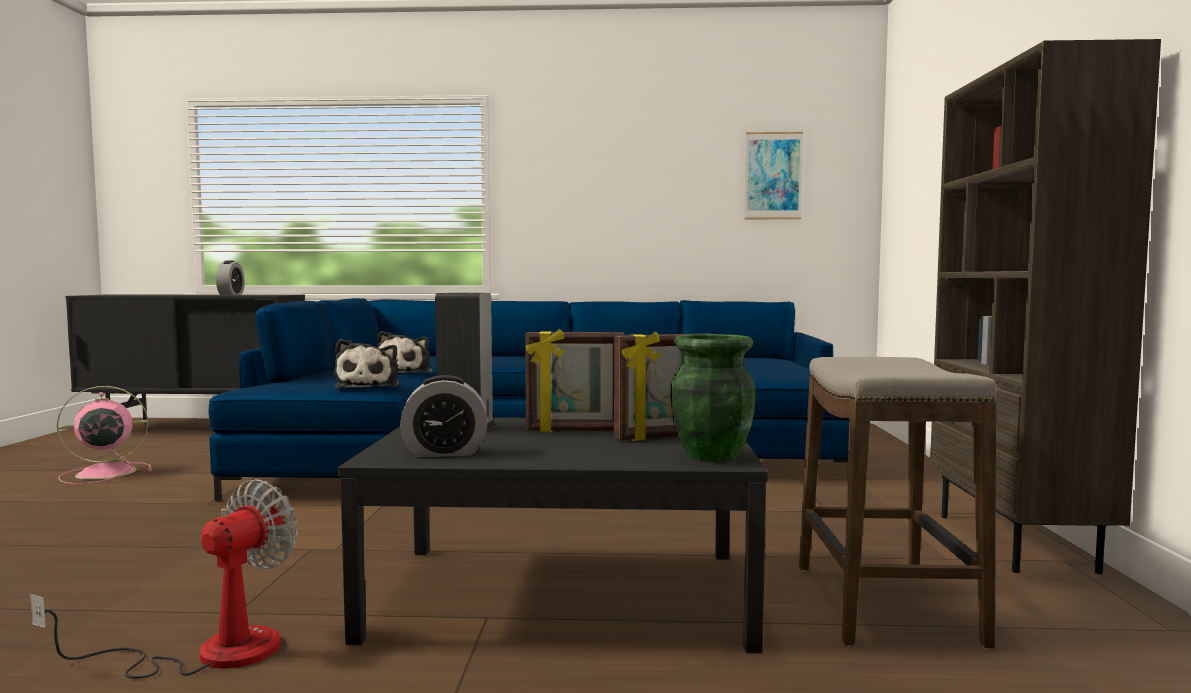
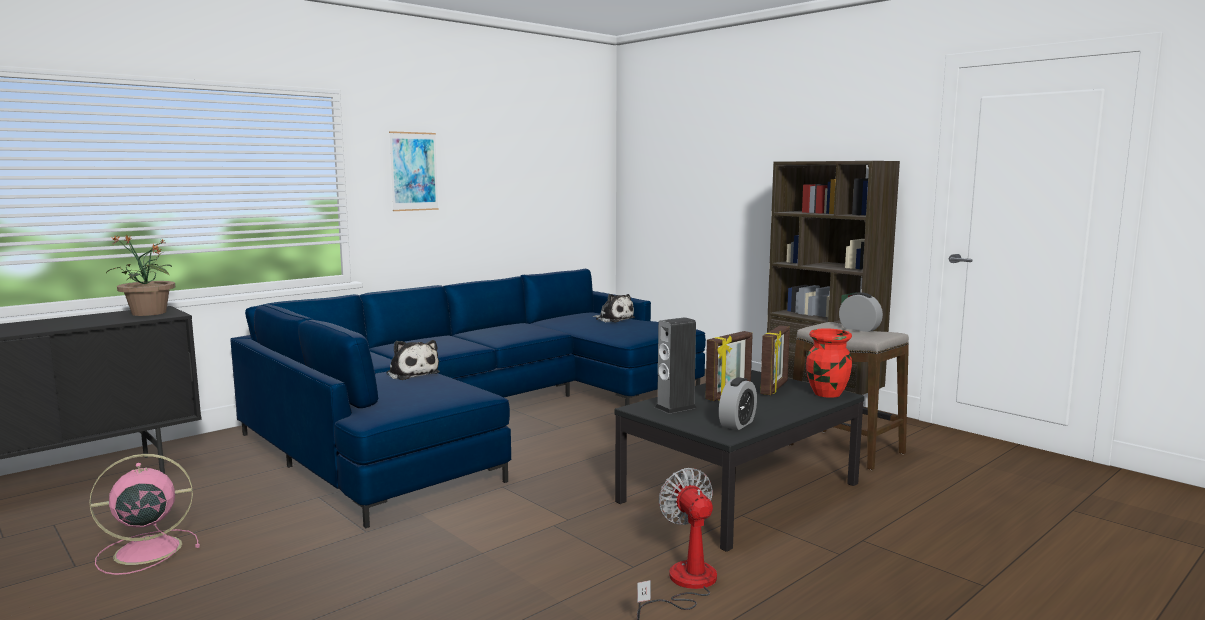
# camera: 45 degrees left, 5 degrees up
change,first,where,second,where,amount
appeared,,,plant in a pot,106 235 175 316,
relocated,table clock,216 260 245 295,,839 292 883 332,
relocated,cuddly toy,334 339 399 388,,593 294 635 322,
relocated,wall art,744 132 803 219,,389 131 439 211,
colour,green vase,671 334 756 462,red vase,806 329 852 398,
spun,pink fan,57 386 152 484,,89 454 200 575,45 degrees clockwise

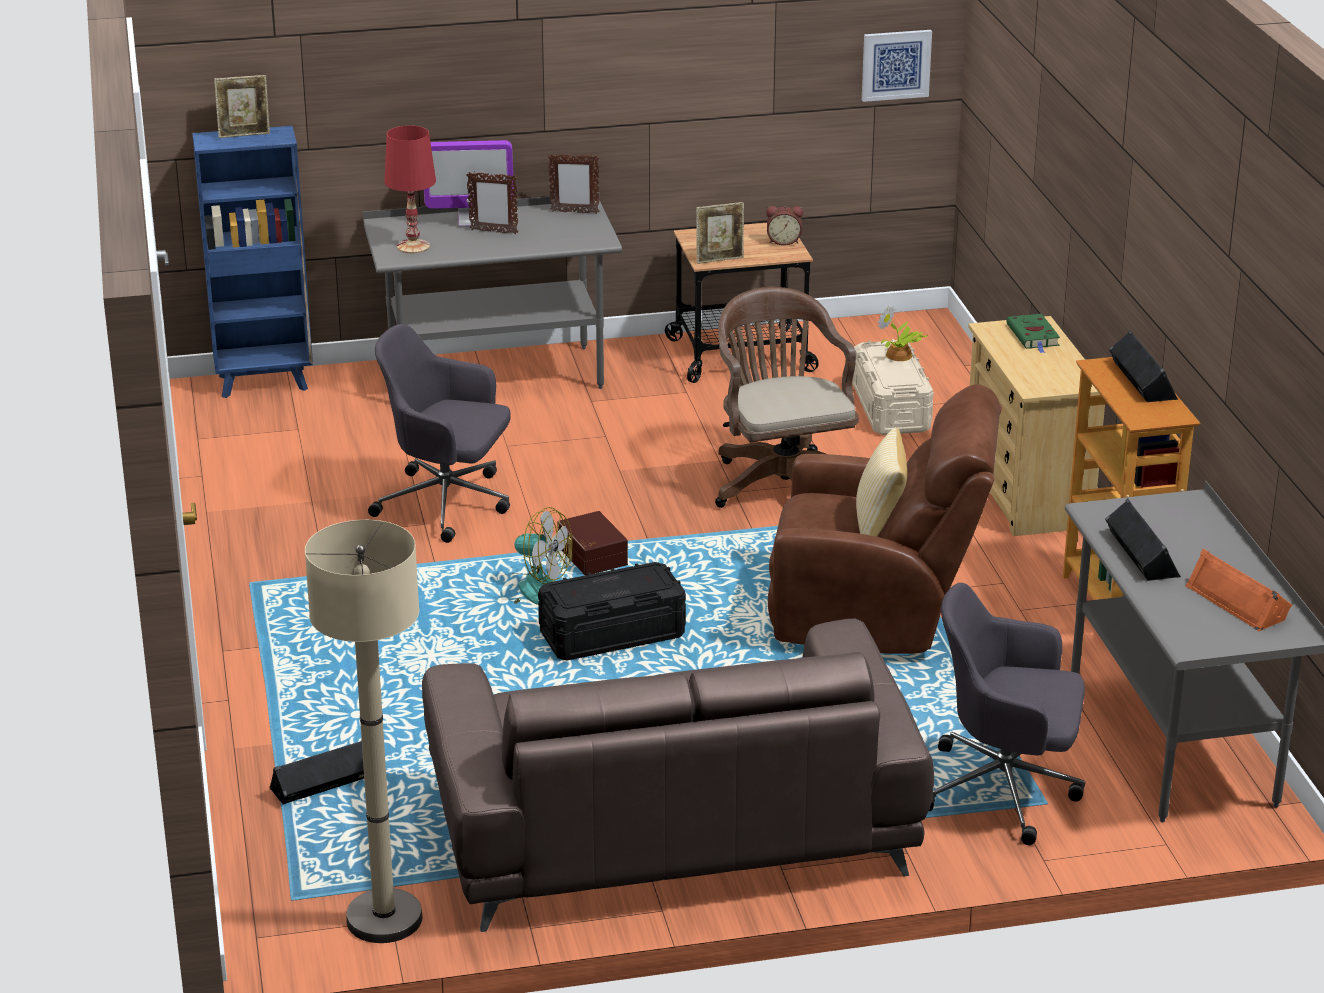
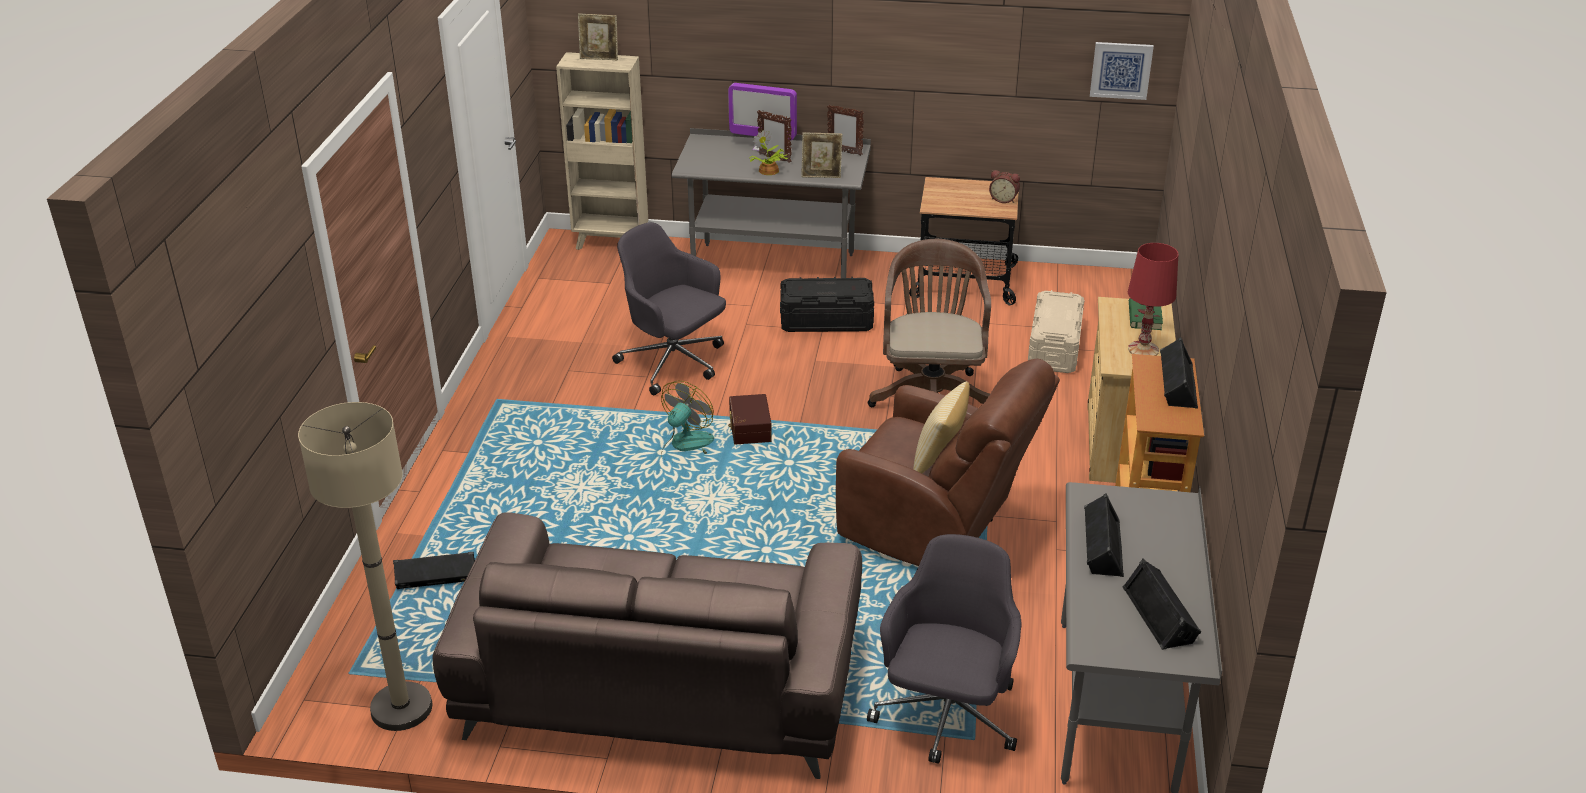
# camera: 20 degrees right, 5 degrees up
change,first,where,second,where,amount
relocated,red lamp for a table,384 125 436 254,,1128 243 1178 356,
relocated,black-coloured storage container,538 562 686 660,,780 277 874 332,
relocated,picture frame,696 202 744 264,,801 132 843 178,
relocated,plant in a pot,878 306 927 361,,748 130 789 175,
colour,blue-coloured shelving unit,192 126 313 398,sand-coloured shelving unit,556 52 648 250,
colour,orange loudspeaker,1186 549 1292 631,black-coloured loudspeaker,1123 559 1201 650,
spun,fan,500 507 573 605,,661 381 714 459,105 degrees counterclockwise
spun,grey computer chair,929 583 1085 845,,867 534 1022 764,75 degrees clockwise

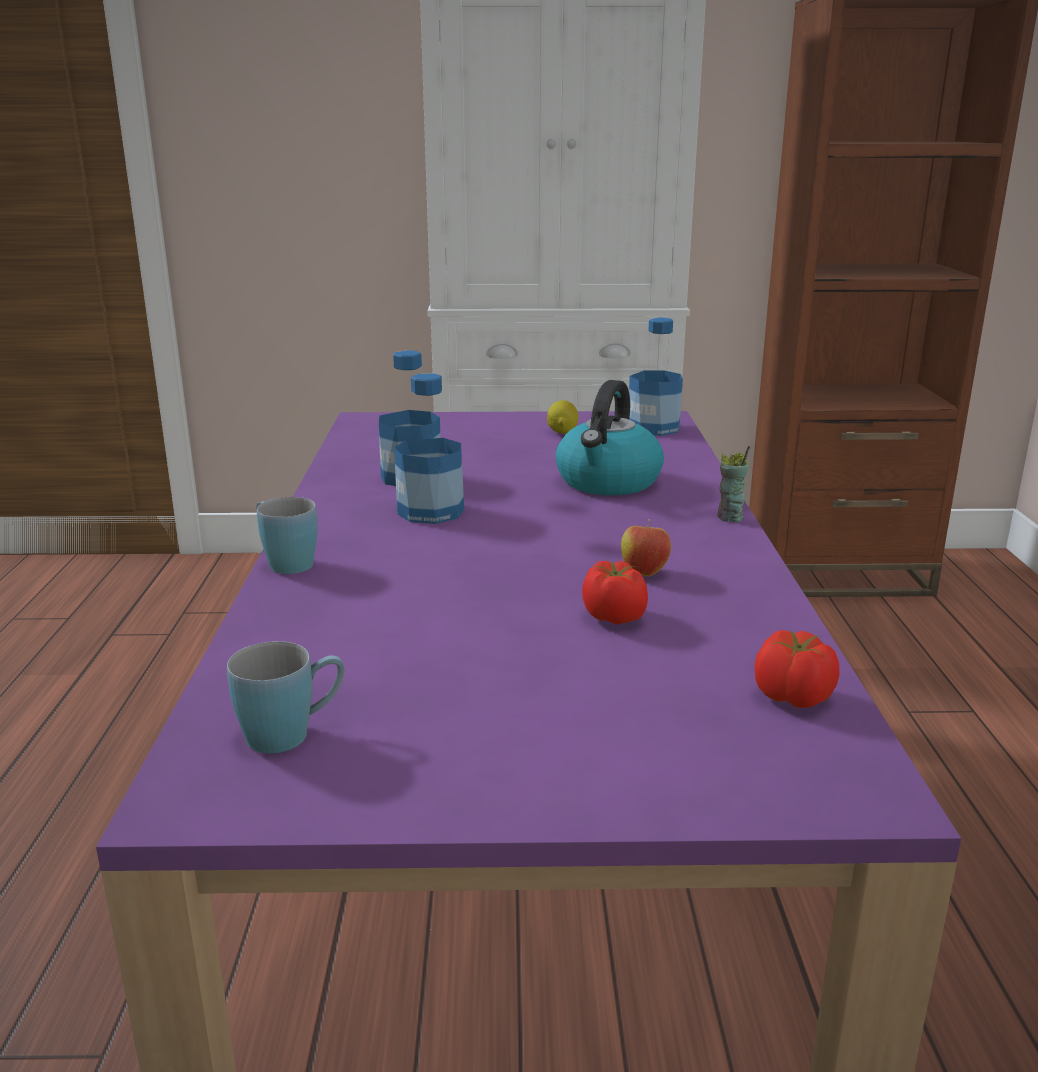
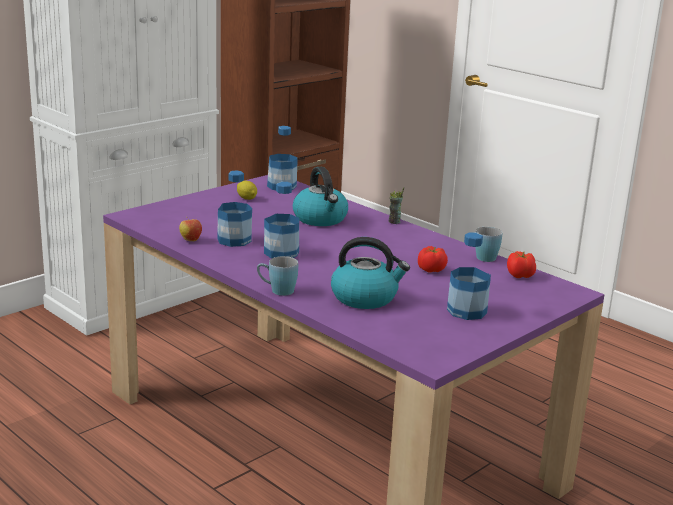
# camera: 45 degrees left, 0 degrees up
change,first,where,second,where,amount
appeared,,,tea kettle,331 237 410 309,
appeared,,,drink bottle,447 232 491 320,
relocated,blue-coloured tea mug,227 641 345 754,,475 227 502 262,
relocated,apple,621 519 671 577,,179 217 202 241,

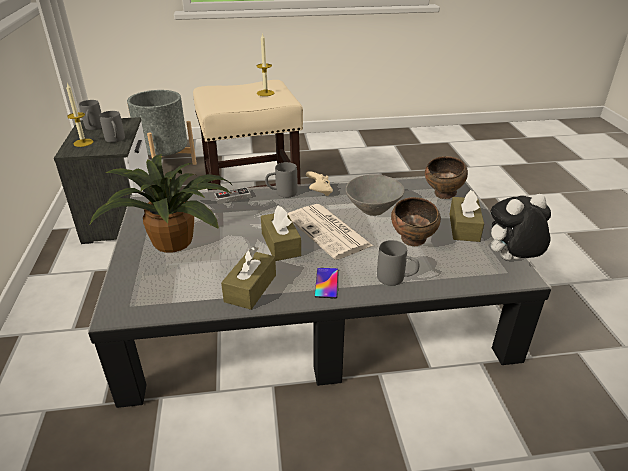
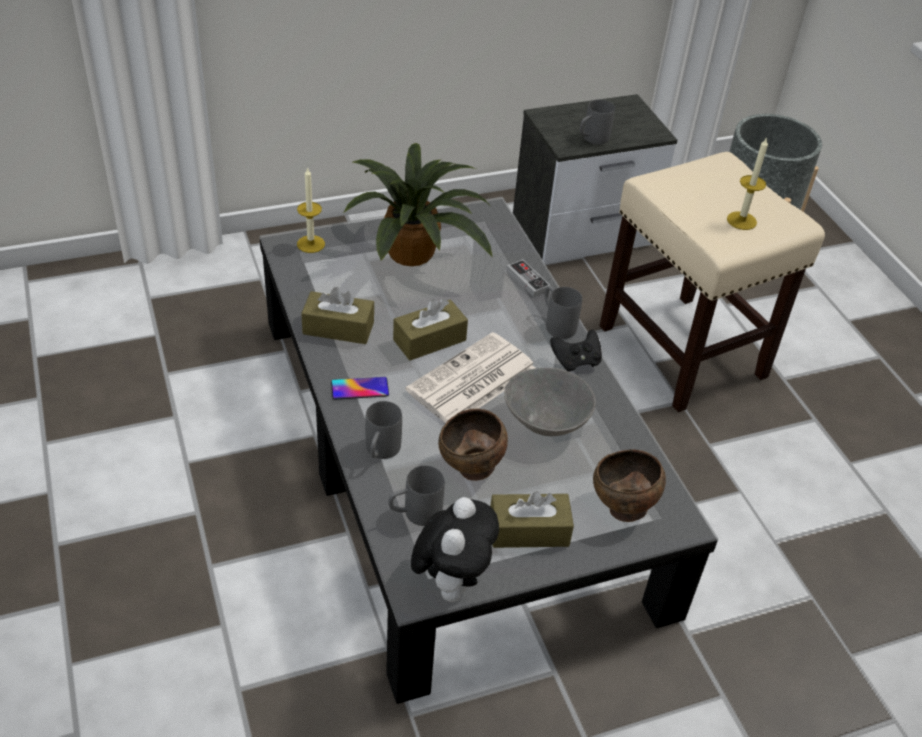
# camera: 75 degrees right, 10 degrees up
change,first,where,second,where,amount
relocated,wax light,66 83 93 147,,297 167 325 253,
relocated,grey tea mug,79 100 102 130,,388 465 445 526,
colour,sand-coloured joypad,306 171 333 196,black-coloured joypad,550 329 602 372,
spun,cuddly toy,485 194 551 260,,411 497 499 602,45 degrees clockwise

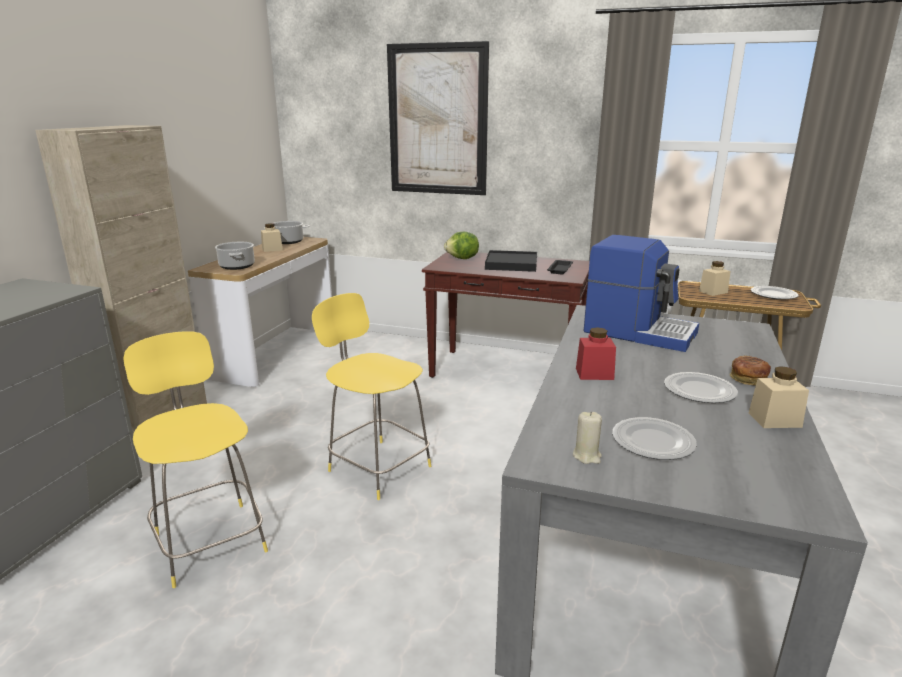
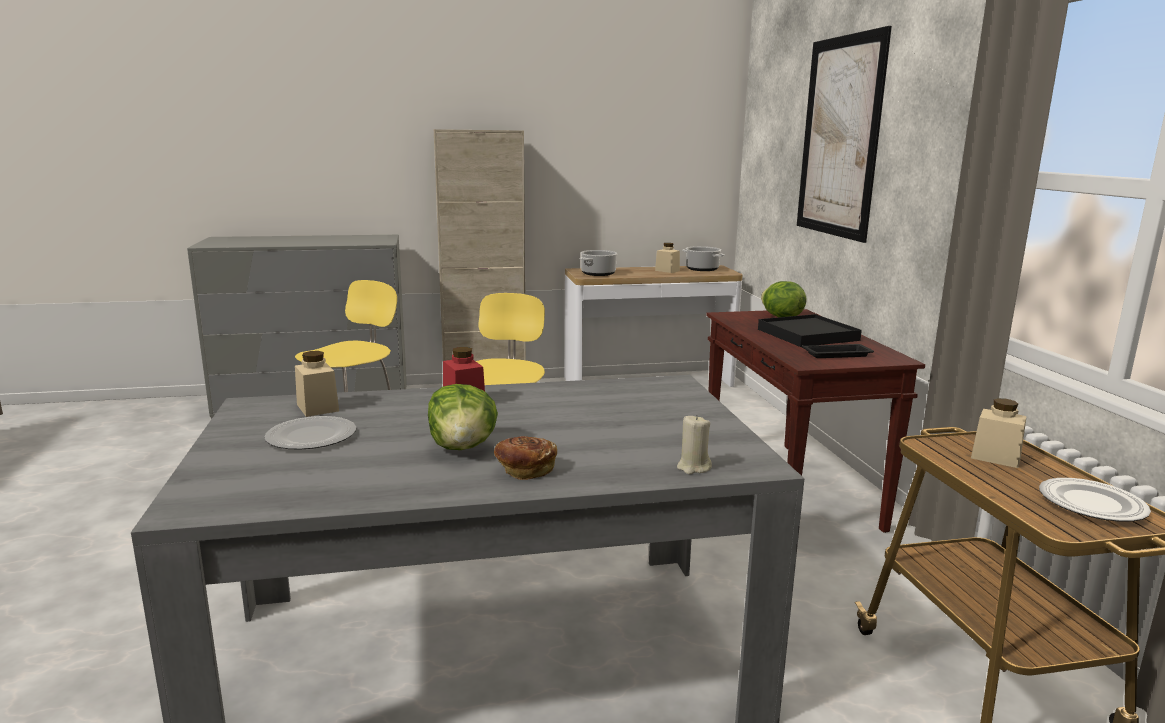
# camera: 60 degrees right, 5 degrees down
change,first,where,second,where,amount
missing,coffee maker,584 235 699 352,,,
relocated,sand-coloured wax light,573 411 602 464,,677 415 712 474,
relocated,sand-coloured jar,749 366 809 428,,295 351 339 417,
exchanged,plate,664 372 738 403,lettuce,428 384 498 450,

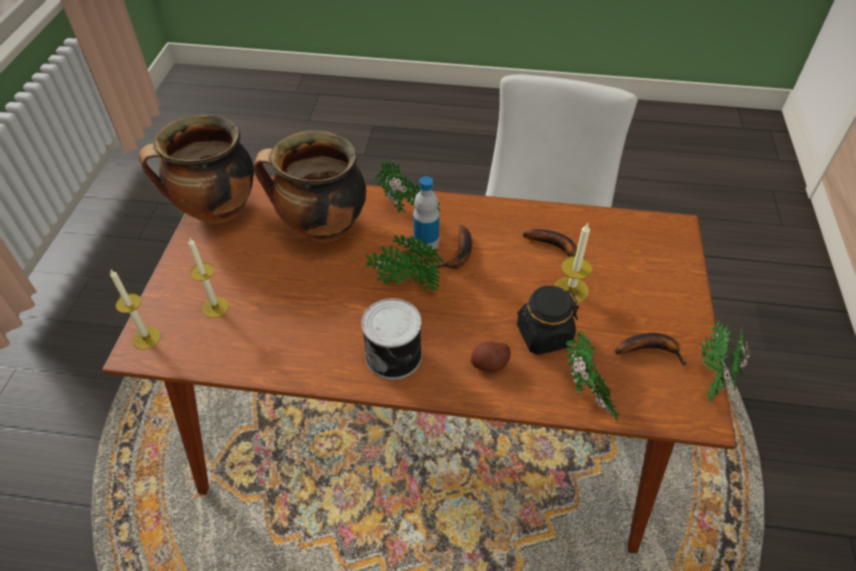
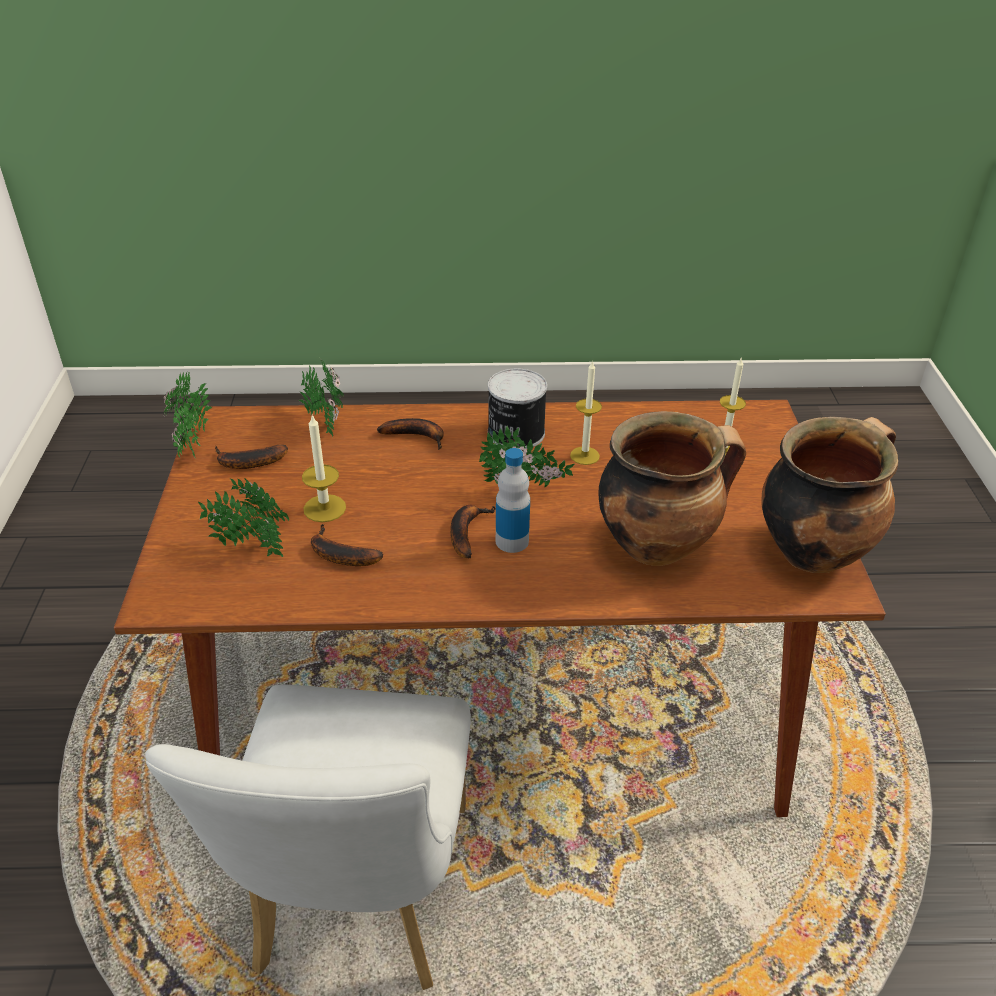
# camera: 170 degrees right, 10 degrees down
change,first,where,second,where,amount
missing,black-coloured jar,517 286 579 355,,,
relocated,wax light,110 270 161 350,,570 360 602 465,
relocated,plant in a pot,375 160 441 213,,198 479 289 557,
exchanged,potato,471 341 511 372,banana fruit,377 418 444 450,

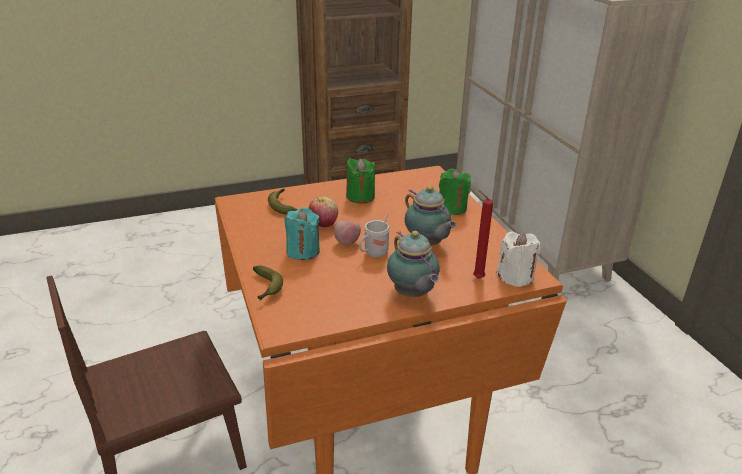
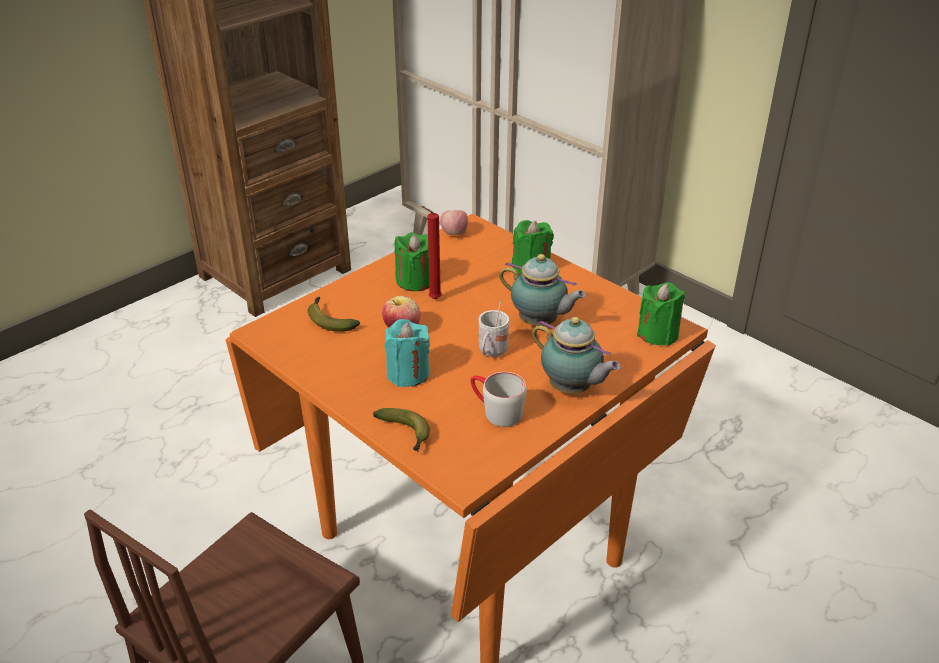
# camera: 25 degrees left, 5 degrees up
change,first,where,second,where,amount
appeared,,,grey tea mug,471 372 527 427,
relocated,apple,334 220 361 245,,440 210 468 235,
relocated,red wax light,473 190 493 279,,421 206 442 299,
colour,white-coloured wax light,497 232 541 287,green wax light,637 282 685 346,

